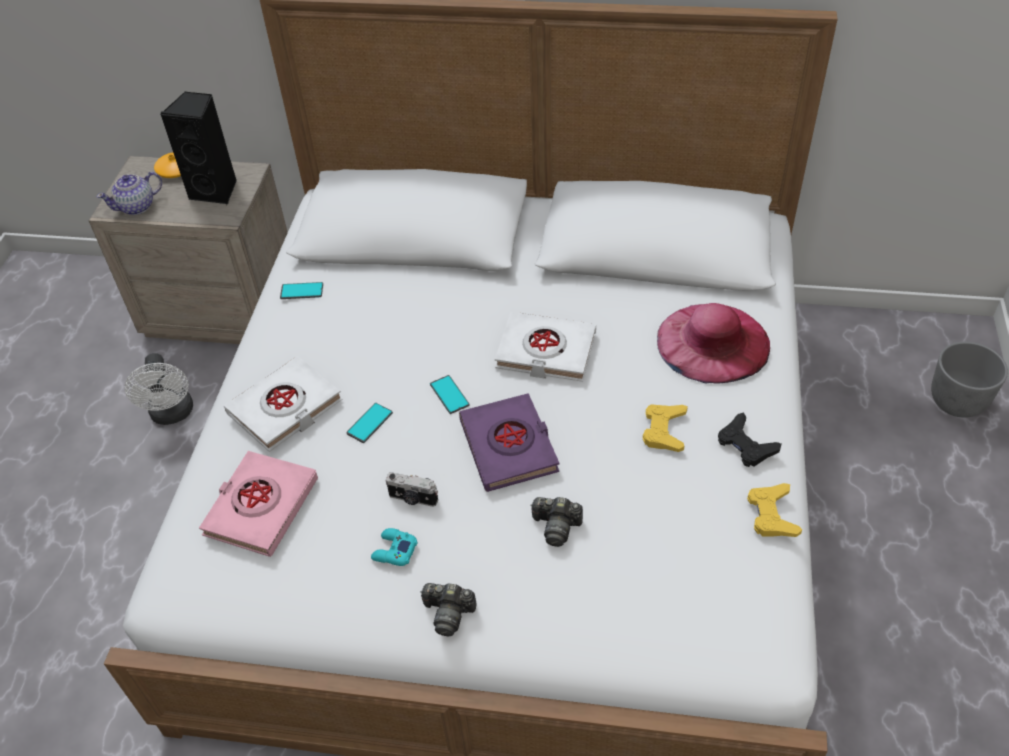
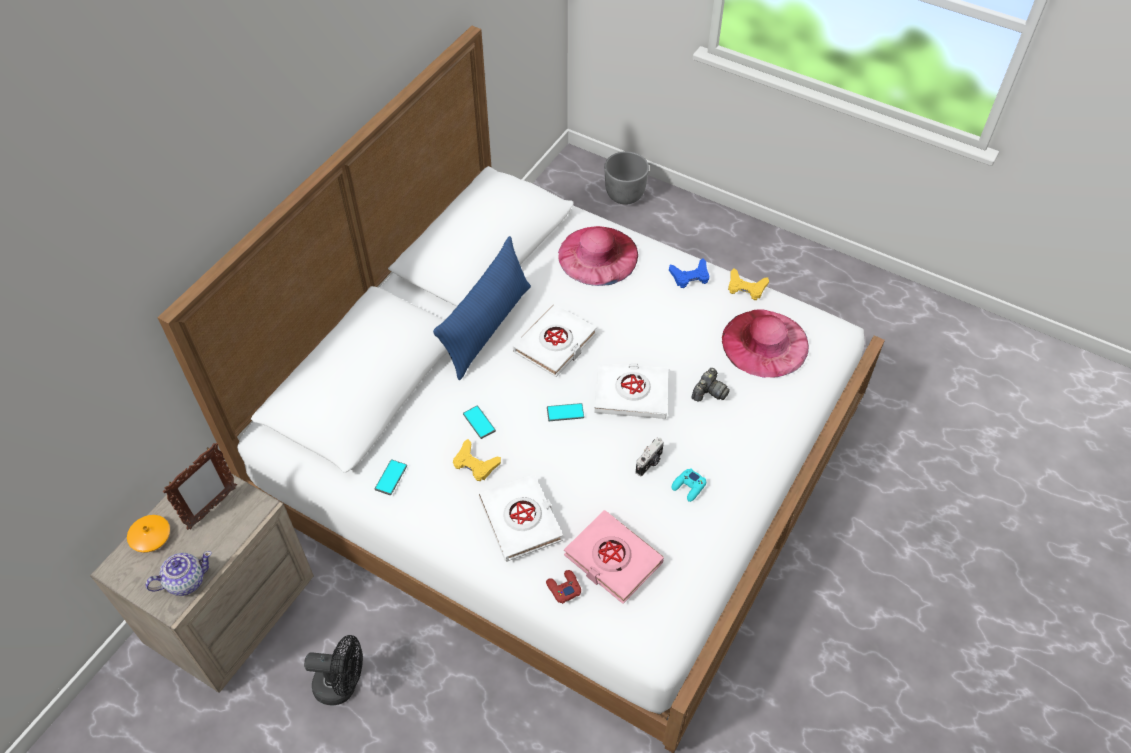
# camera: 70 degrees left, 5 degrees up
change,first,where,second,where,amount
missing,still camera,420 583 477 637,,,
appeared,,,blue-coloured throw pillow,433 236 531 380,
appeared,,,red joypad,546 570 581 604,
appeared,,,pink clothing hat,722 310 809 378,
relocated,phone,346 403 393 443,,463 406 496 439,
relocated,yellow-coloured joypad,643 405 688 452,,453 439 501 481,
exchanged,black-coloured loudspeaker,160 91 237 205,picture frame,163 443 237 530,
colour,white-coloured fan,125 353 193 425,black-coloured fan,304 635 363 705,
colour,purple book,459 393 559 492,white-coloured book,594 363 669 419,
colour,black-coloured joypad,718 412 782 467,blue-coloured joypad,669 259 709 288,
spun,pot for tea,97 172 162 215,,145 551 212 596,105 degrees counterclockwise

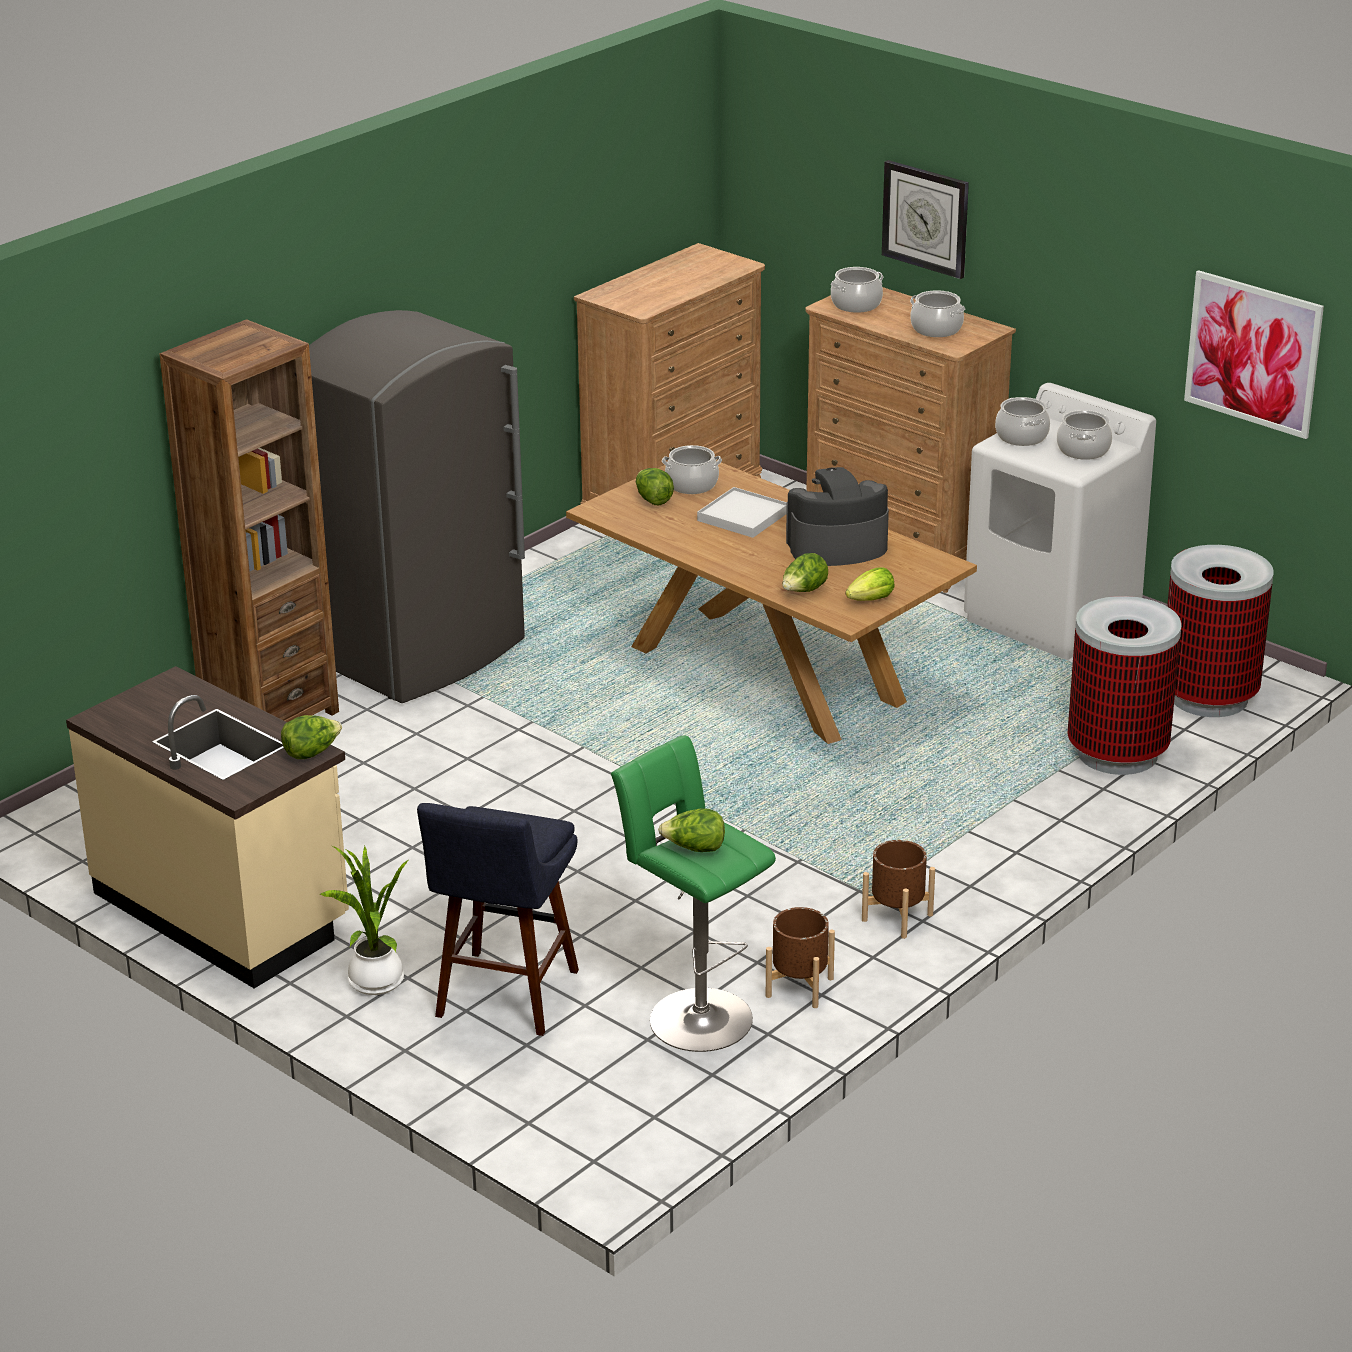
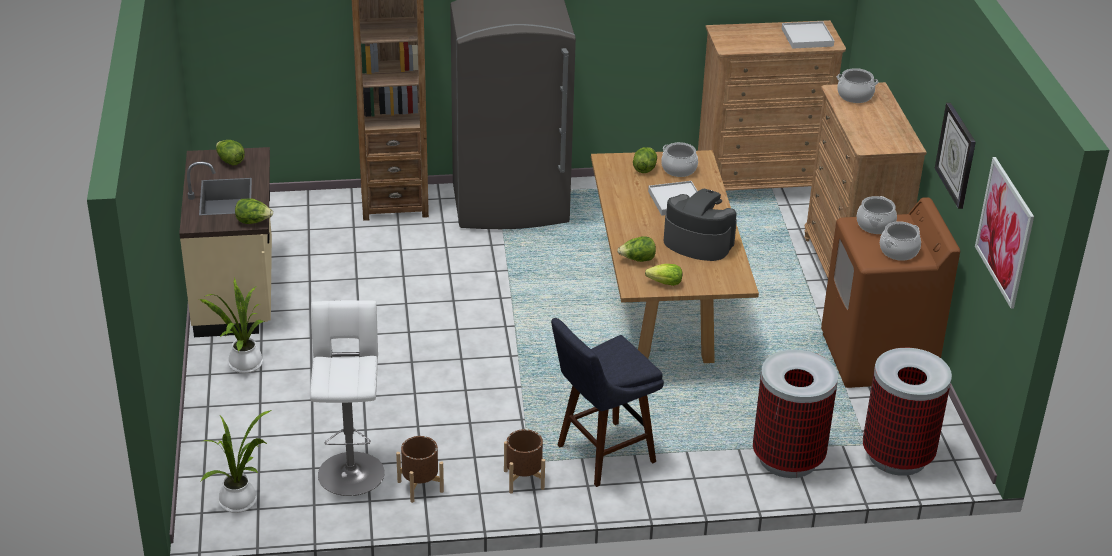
# camera: 40 degrees right, 5 degrees up
change,first,where,second,where,amount
missing,cooking pot,910 290 965 337,,,
appeared,,,plant in a pot,201 410 272 513,
appeared,,,white-coloured carrying tray,782 21 834 49,
relocated,blue-coloured stool seat,417 803 579 1036,,551 318 664 487,
relocated,lettuce,658 808 725 852,,216 140 245 166,
relocated,wall clock,882 160 969 279,,935 103 976 209,
colour,green stool seat,611 735 776 1052,white-coloured stool seat,310 300 385 496,
colour,white-coloured washing machine,964 383 1156 660,brown washing machine,821 197 960 388,

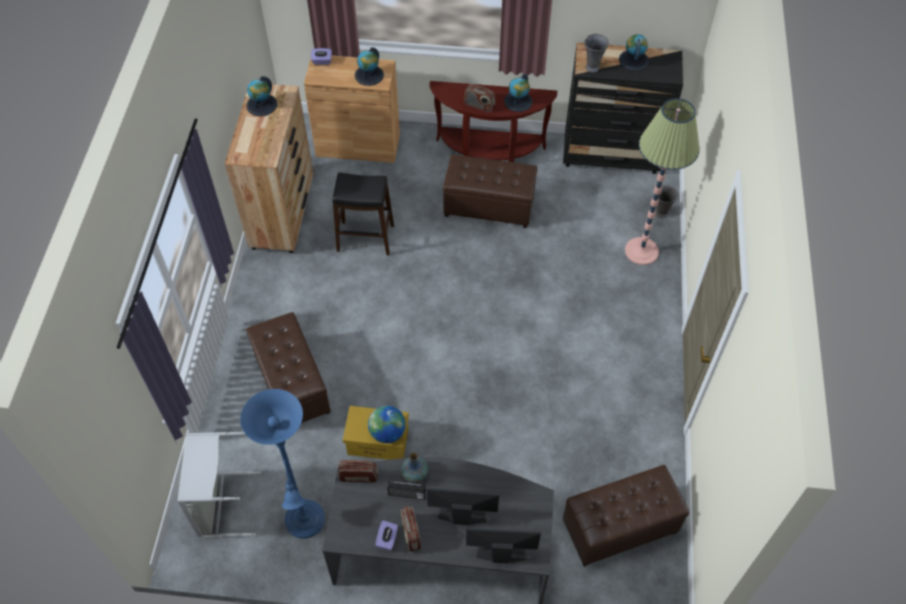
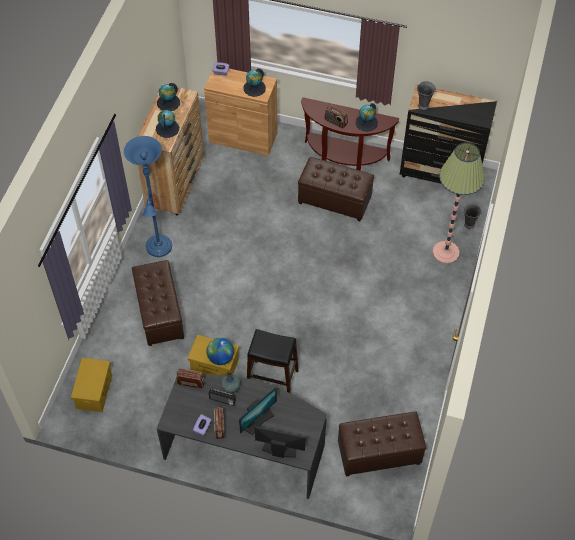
# camera: 10 degrees right, 0 degrees up
change,first,where,second,where,amount
relocated,blue-coloured floor lamp,240 389 325 539,,124 136 172 257,
relocated,black-coloured stool seat,332 173 394 255,,247 329 299 393,
relocated,globe,619 34 649 71,,156 110 179 138,
exchanged,grey washing basket,177 432 261 538,yellow-coloured storage container,71 358 112 412,
spun,computer display,427 488 499 525,,239 387 277 435,120 degrees clockwise

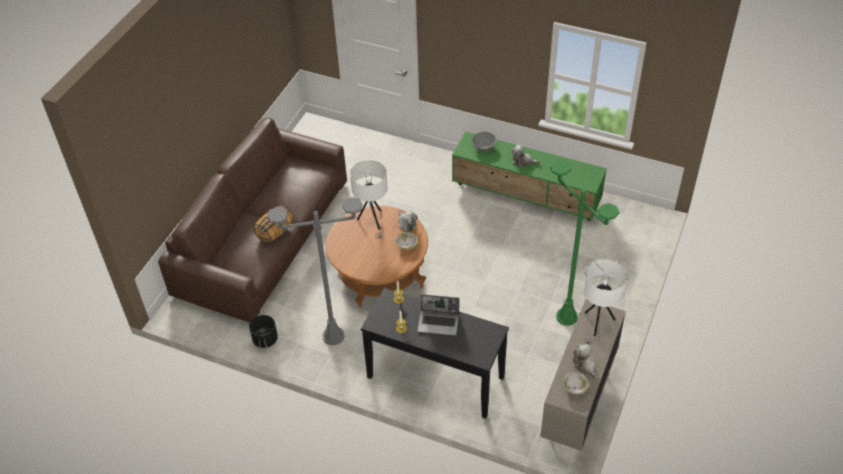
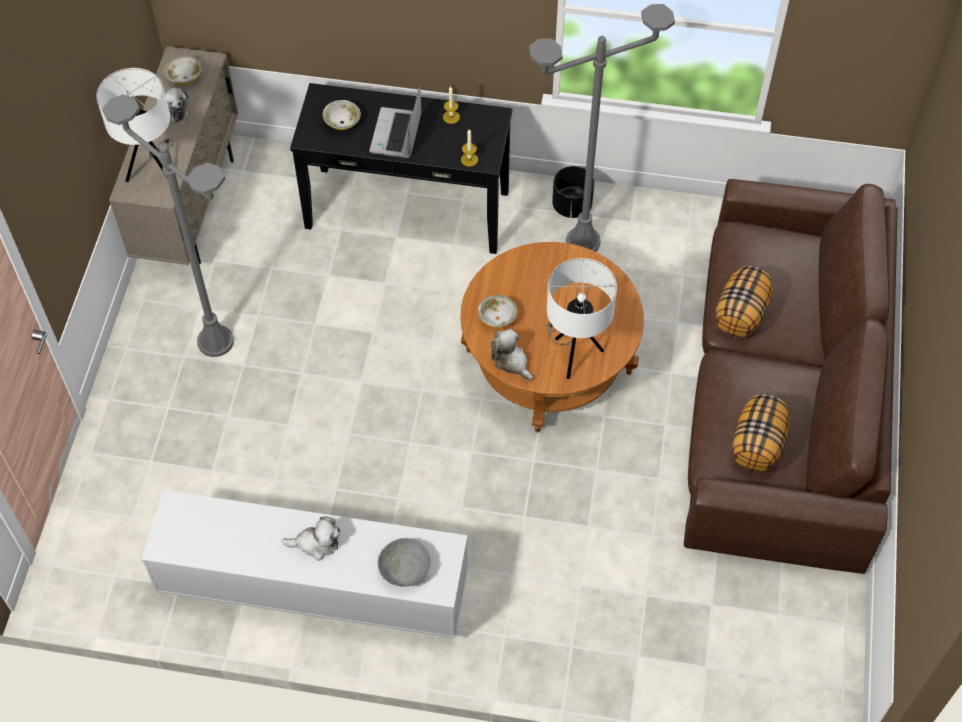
# camera: 165 degrees right, 10 degrees up
change,first,where,second,where,amount
appeared,,,bowl,323 100 361 130,
appeared,,,throw pillow,732 394 790 472,
relocated,black-coloured planter,249 315 278 348,,552 166 594 218,
colour,green tv unit,452 131 607 221,white-coloured tv unit,141 490 468 638,
colour,green floor lamp,550 160 620 326,grey floor lamp,102 94 234 357,
spun,notebook computer,417 294 459 335,,369 86 422 158,75 degrees counterclockwise

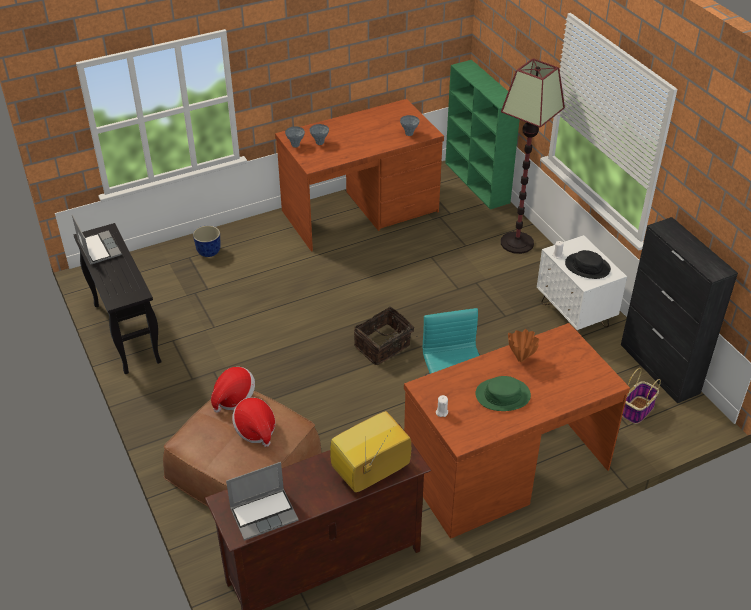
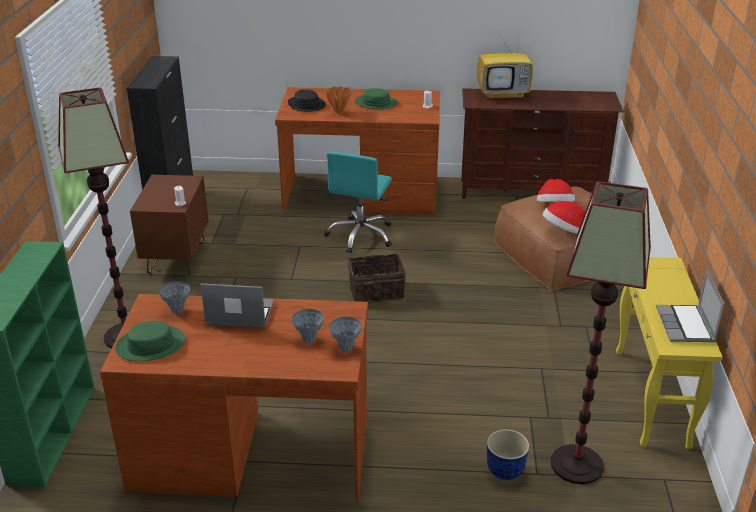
# camera: 150 degrees left, 10 degrees down
change,first,where,second,where,amount
missing,basket,622 368 661 424,,,
appeared,,,green clothing hat,115 321 185 361,
appeared,,,floor lamp,551 181 651 484,
relocated,notebook computer,226 462 298 541,,201 283 274 328,
relocated,black-coloured clothing hat,565 250 611 279,,288 89 326 112,
colour,black-coloured console table,73 223 162 374,yellow-coloured console table,616 257 722 449,
colour,white-coloured night table,537 235 627 331,brown night table,130 175 209 275,

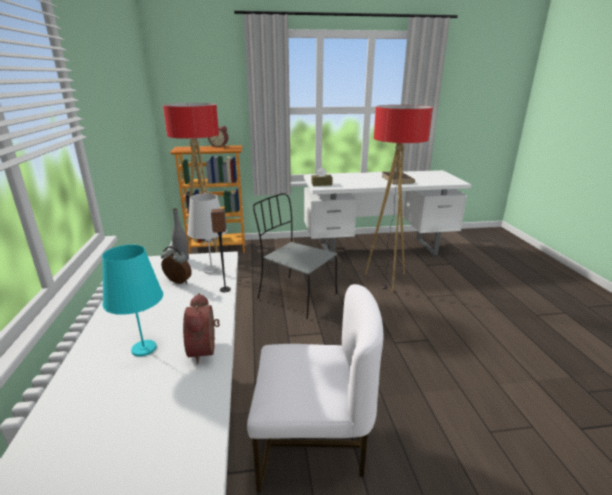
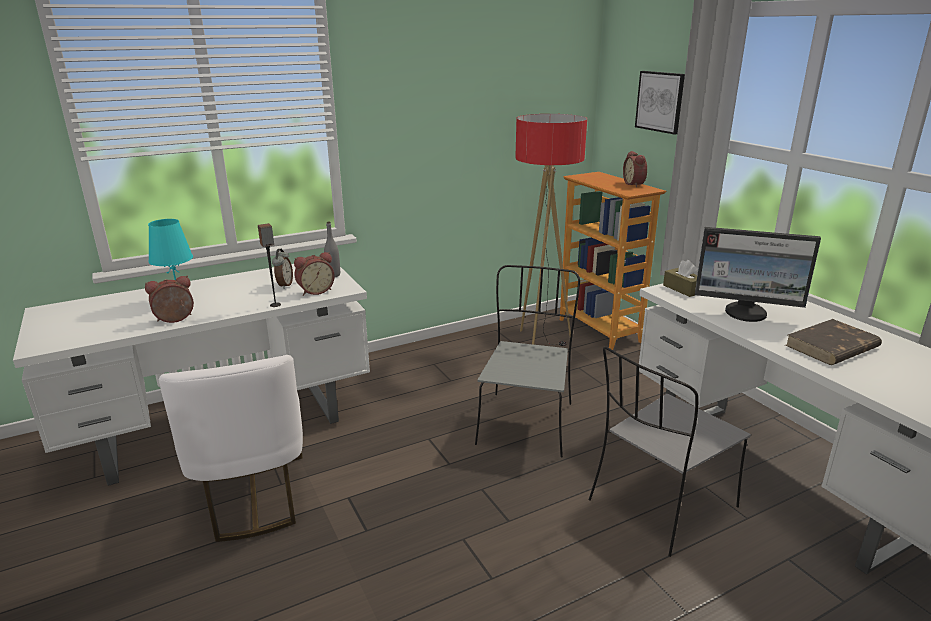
# camera: 70 degrees right, 0 degrees up
change,first,where,second,where,amount
appeared,,,wall art,635 71 685 135,
appeared,,,computer display,695 227 821 322,
exchanged,white-coloured lamp for a table,187 193 227 274,table clock,294 252 335 296,
exchanged,floor lamp,365 105 433 292,grey upright chair,589 347 751 557,

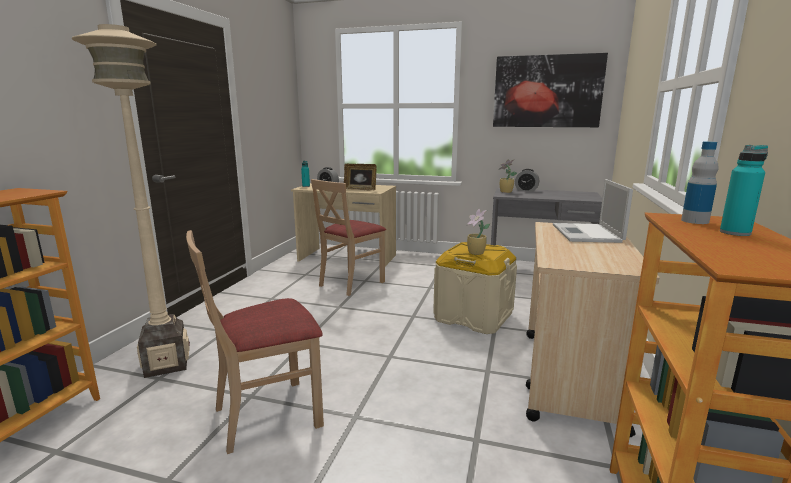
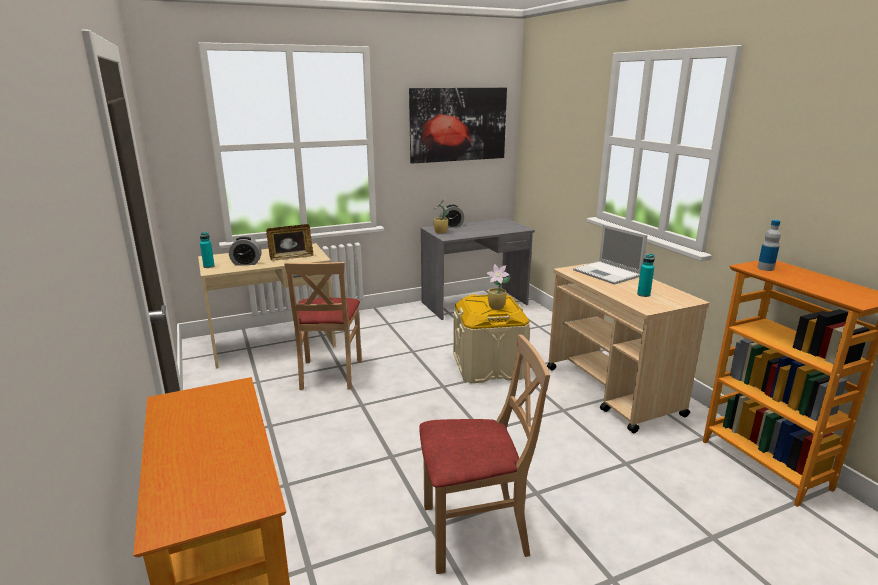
# camera: 40 degrees left, 5 degrees up
change,first,where,second,where,amount
missing,sand-coloured floor lamp,71 24 190 378,,,
relocated,turquoise-coloured drink bottle,720 145 768 236,,637 254 655 297,
spun,sand-coloured upright chair,186 230 324 454,,419 335 550 574,120 degrees counterclockwise

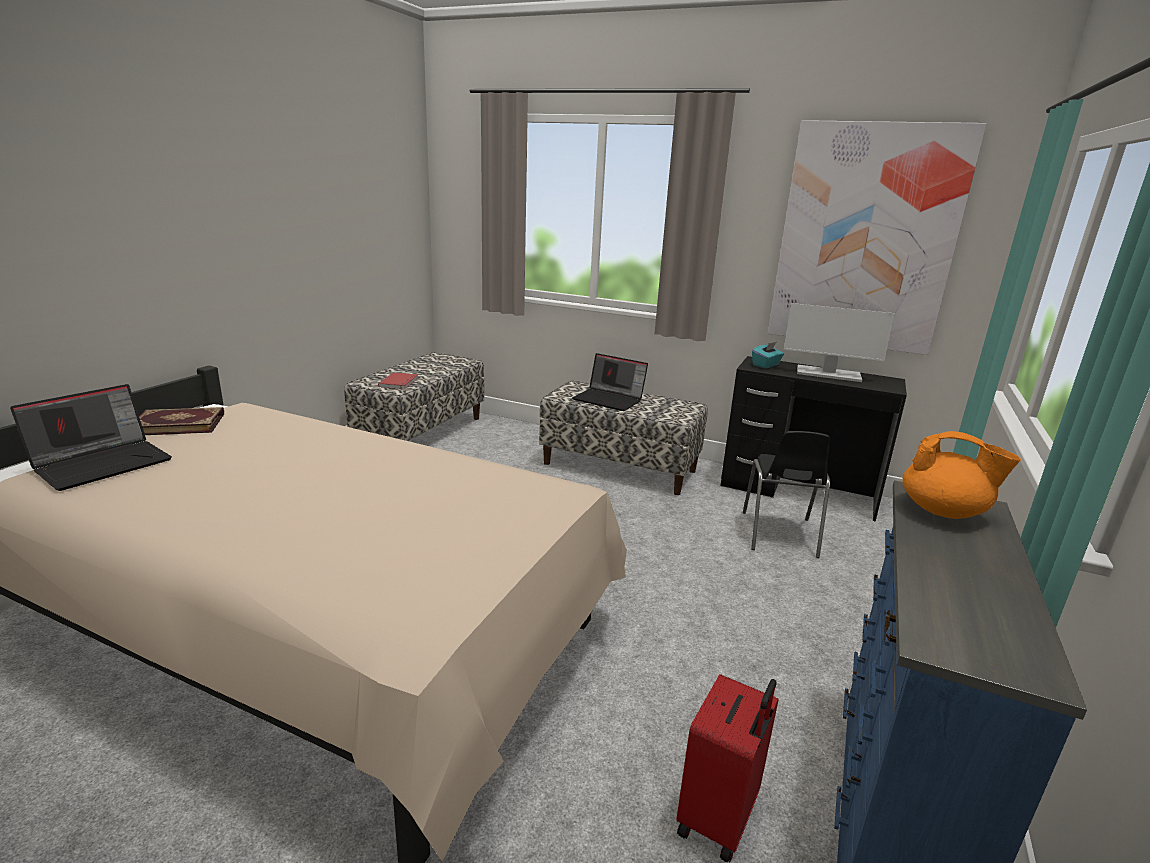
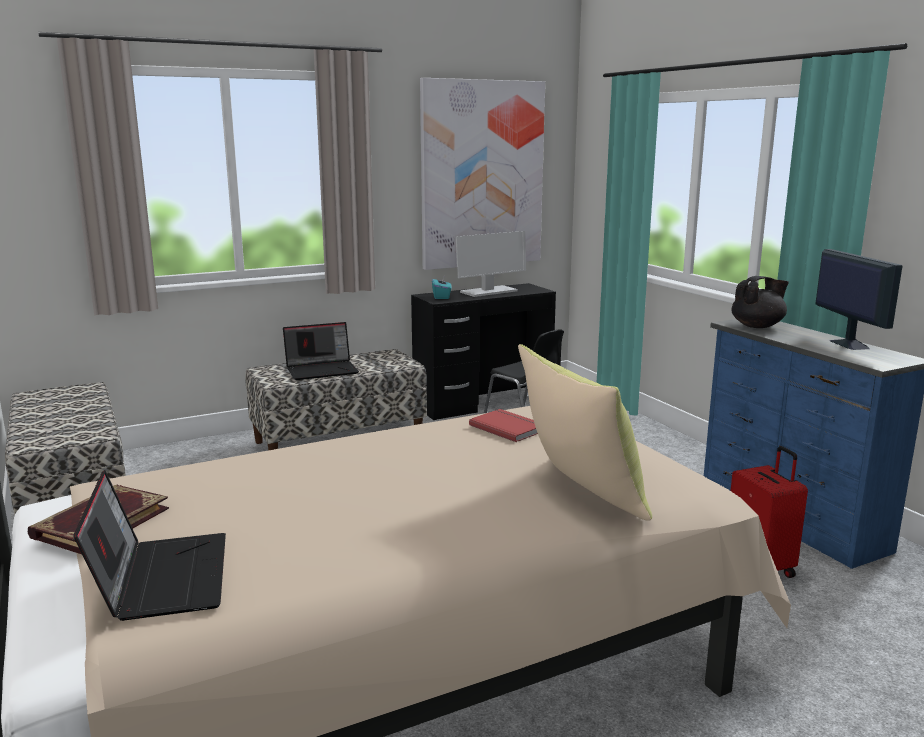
# camera: 50 degrees left, 5 degrees down
change,first,where,second,where,amount
appeared,,,yellow-coloured throw pillow,518 344 652 521,
appeared,,,computer display,815 249 902 350,
relocated,red book,378 372 418 389,,469 409 538 442,
colour,orange pot for tea,902 431 1021 519,black-coloured pot for tea,731 276 789 328,

